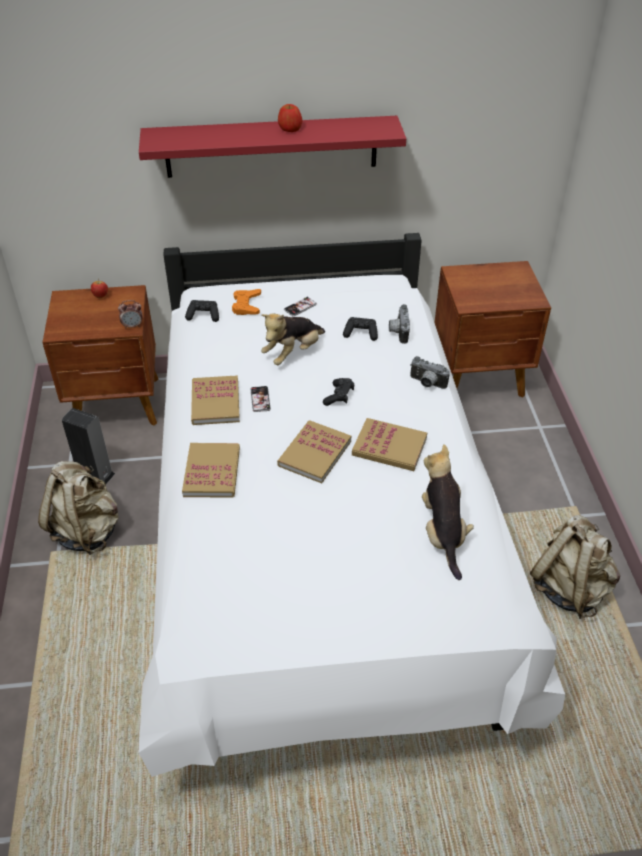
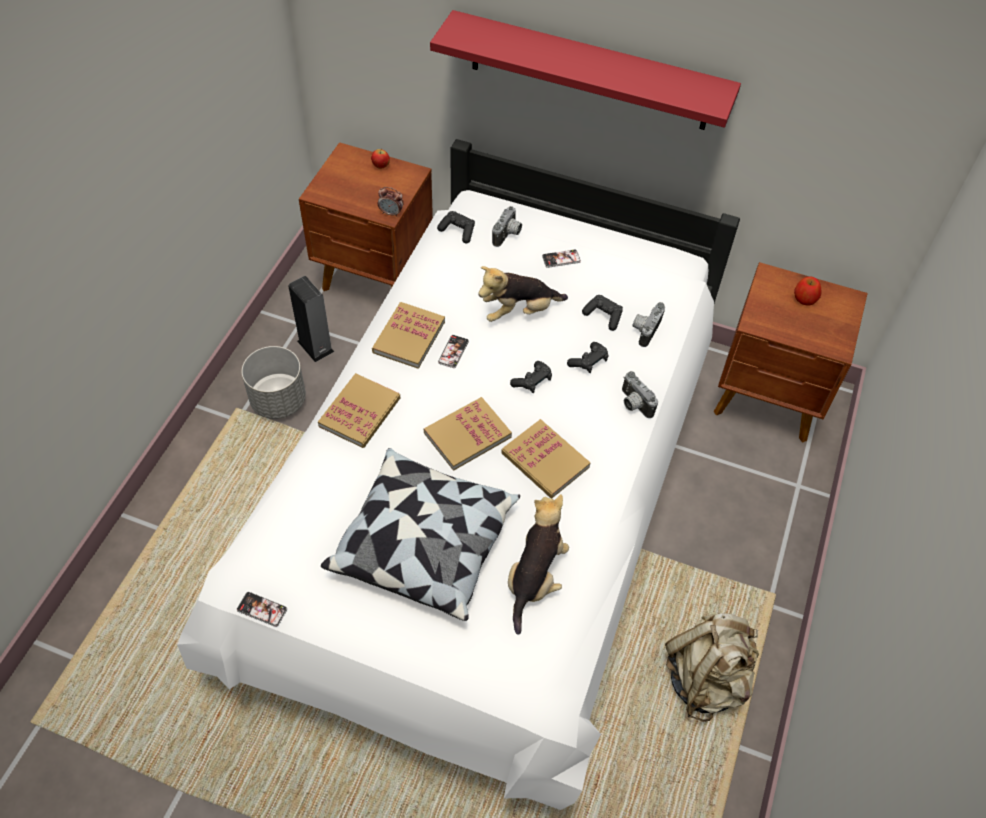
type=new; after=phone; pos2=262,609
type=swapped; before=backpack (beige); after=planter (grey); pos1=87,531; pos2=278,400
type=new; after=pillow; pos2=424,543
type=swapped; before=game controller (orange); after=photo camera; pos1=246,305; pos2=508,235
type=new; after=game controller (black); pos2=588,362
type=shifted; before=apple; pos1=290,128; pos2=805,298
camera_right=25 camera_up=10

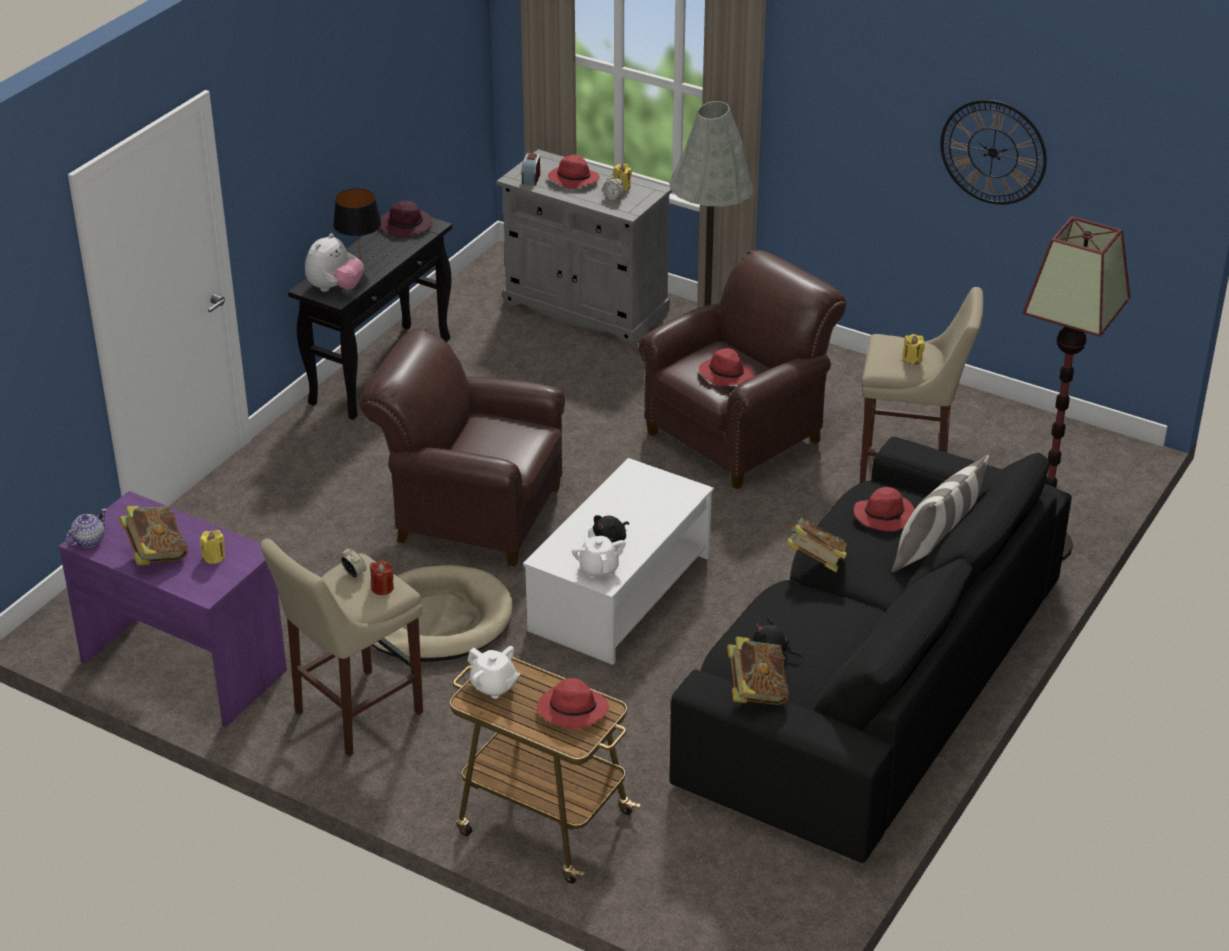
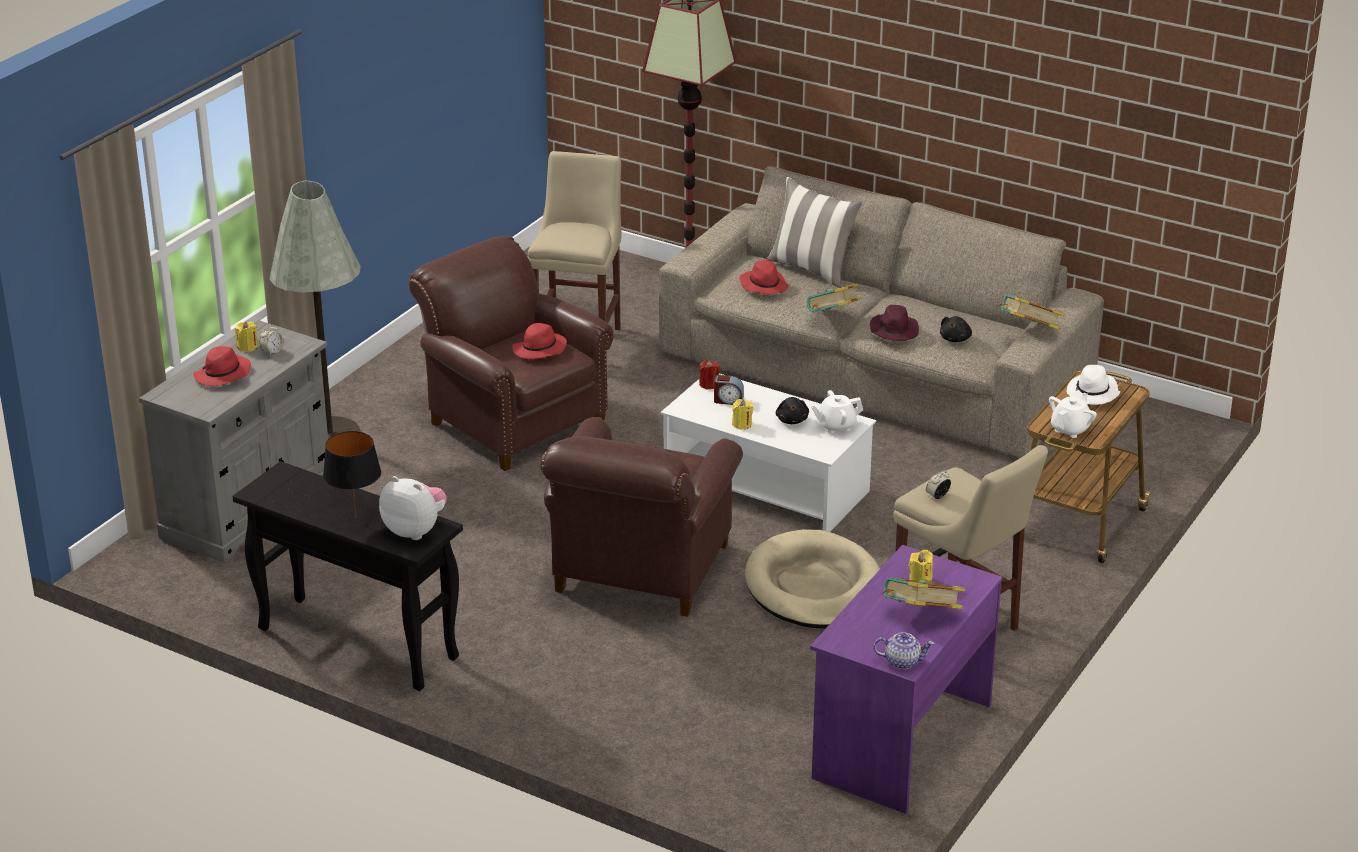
type=repainted; before=sofa (black); after=sofa (beige); pos1=870,679; pos2=872,372
type=shifted; before=candle (red); pos1=382,588; pos2=708,384
type=shifted; before=alarm clock; pos1=531,178; pos2=728,400
type=shifted; before=candle (yellow); pos1=912,359; pos2=742,424
type=rotated; before=plush toy (black); pos1=610,539; pos2=792,420; turn=45
type=shifted; before=hat (purple); pos1=407,226; pos2=894,330
type=rotated; before=teapot; pos1=89,540; pos2=902,661; turn=150
type=repainted; before=hat (red); after=hat (white); pos1=571,710; pos2=1093,393
type=gone; before=wall clock; pos1=993,152
camera_right=-90 camera_up=-5

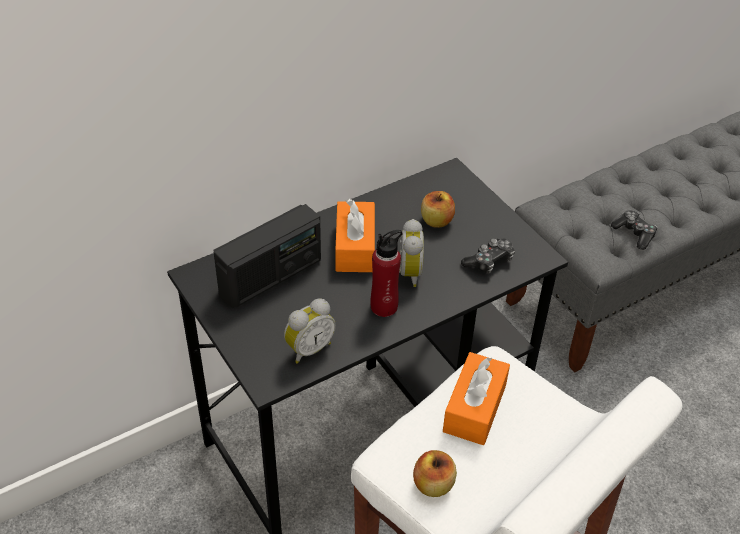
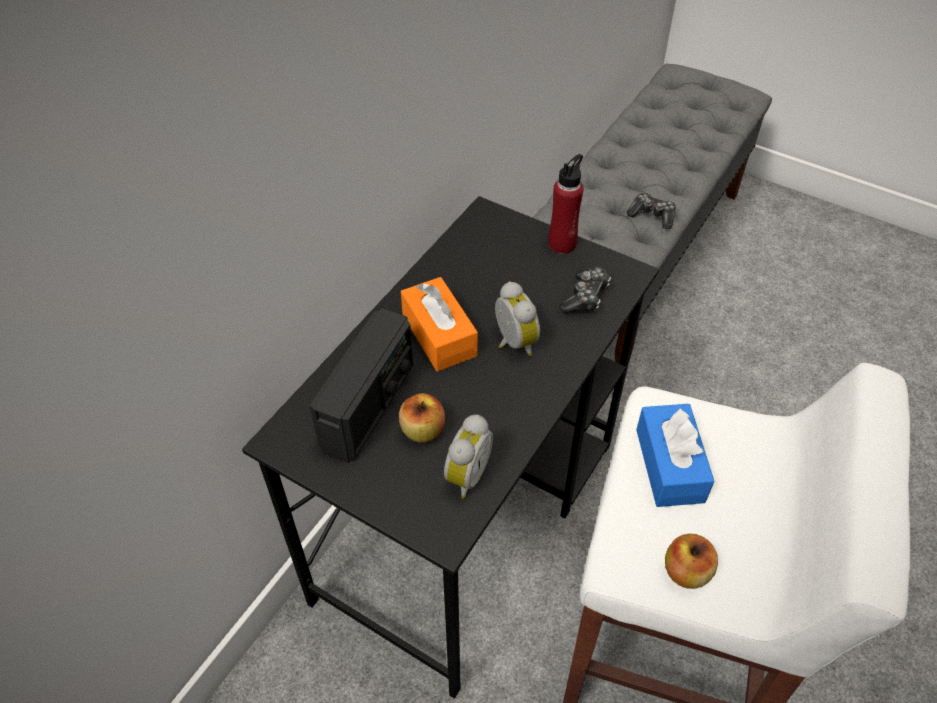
type=shifted; before=apple; pos1=436,221; pos2=422,430
type=shifted; before=bottle (red); pos1=384,306; pos2=562,244
type=repainted; before=tissue box (orange); after=tissue box (blue); pos1=474,408; pos2=669,465
camera_right=-25 camera_up=5

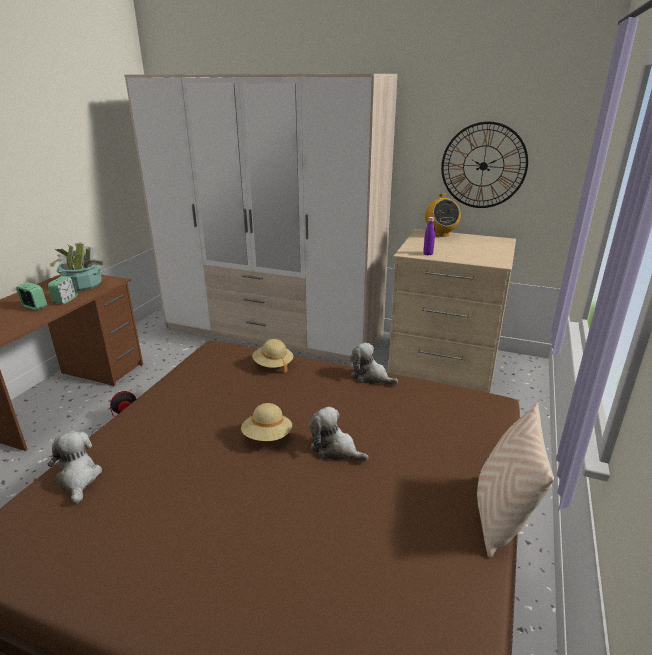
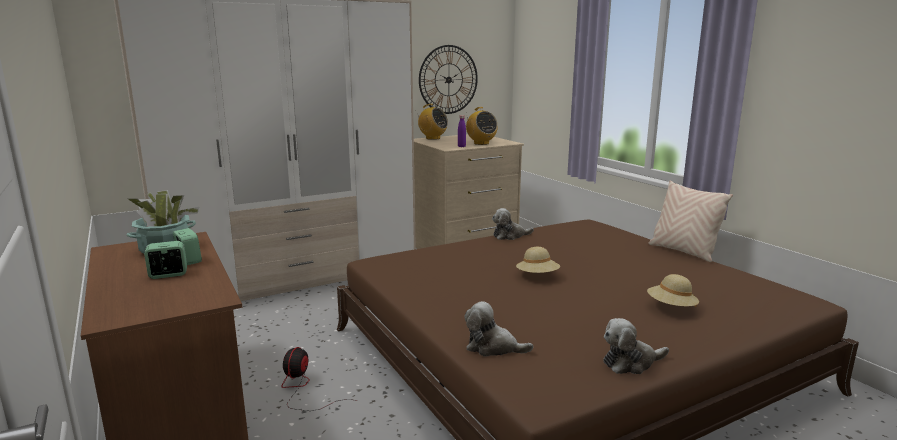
type=new; after=radio; pos2=481,143
type=shifted; before=plush toy; pos1=335,449; pos2=631,362
type=shifted; before=hat (beige); pos1=273,365; pos2=671,307
camera_right=-50 camera_up=-10

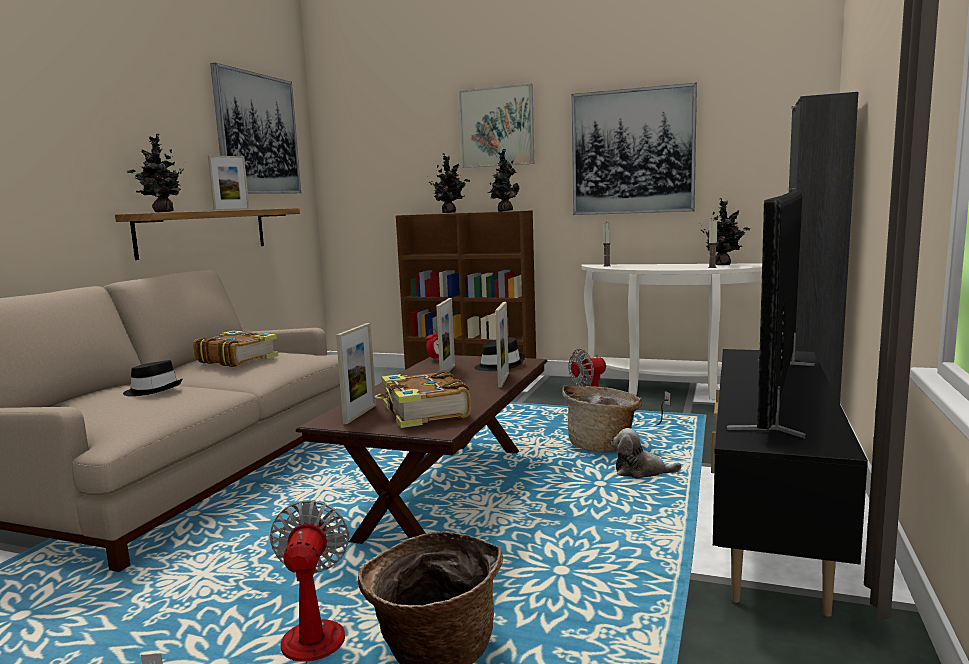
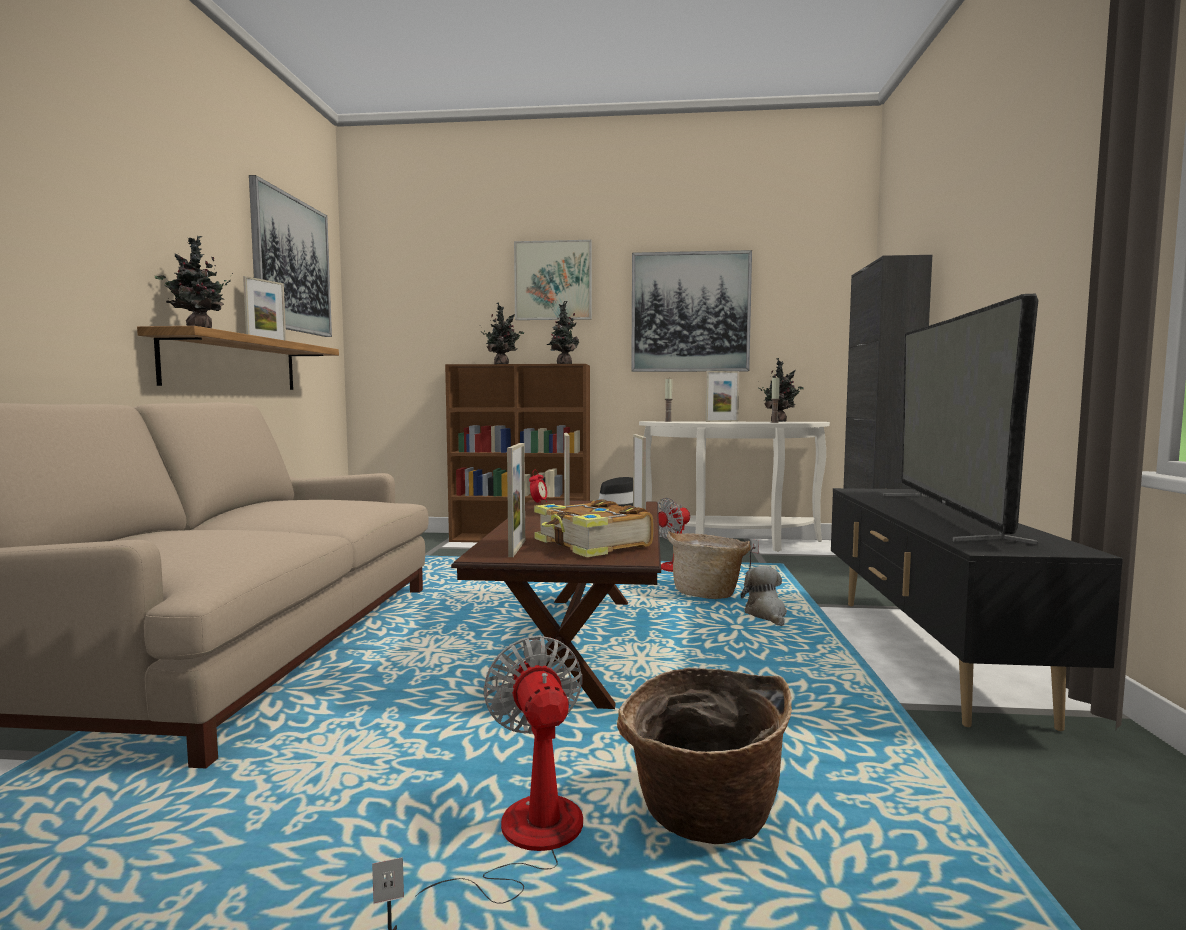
type=new; after=picture frame; pos2=722,421
type=rotated; before=plush toy; pos1=641,472; pos2=766,615; turn=90
type=gone; before=hat (black); pos1=153,390
type=gone; before=book; pos1=237,359
camera_right=-15 camera_up=-5

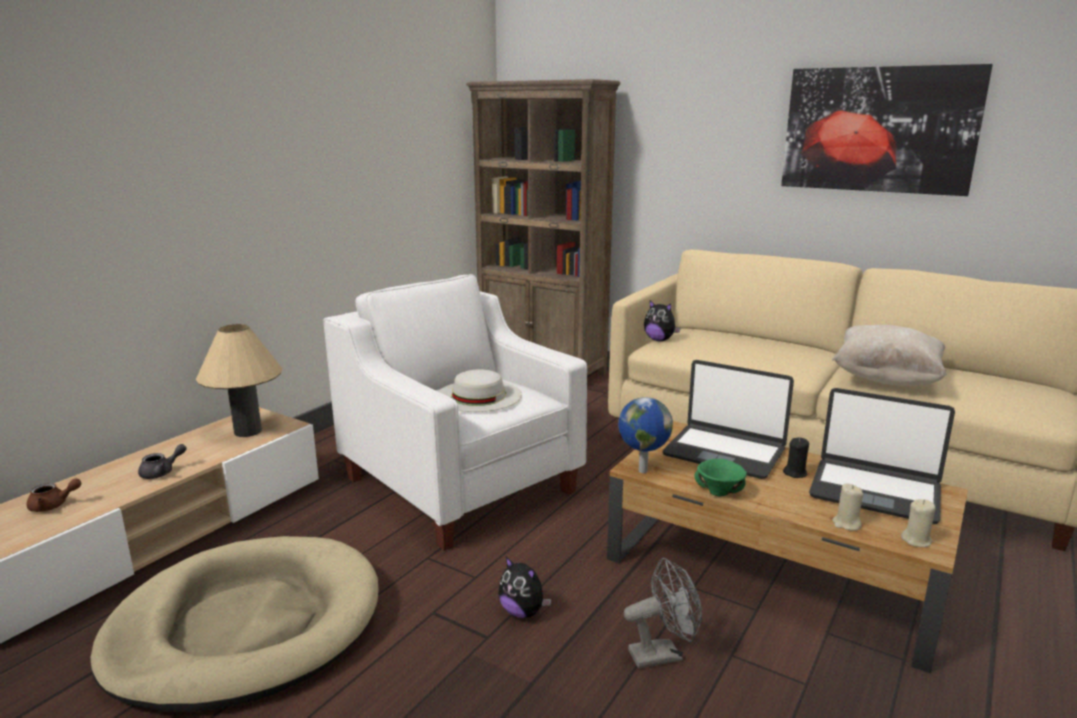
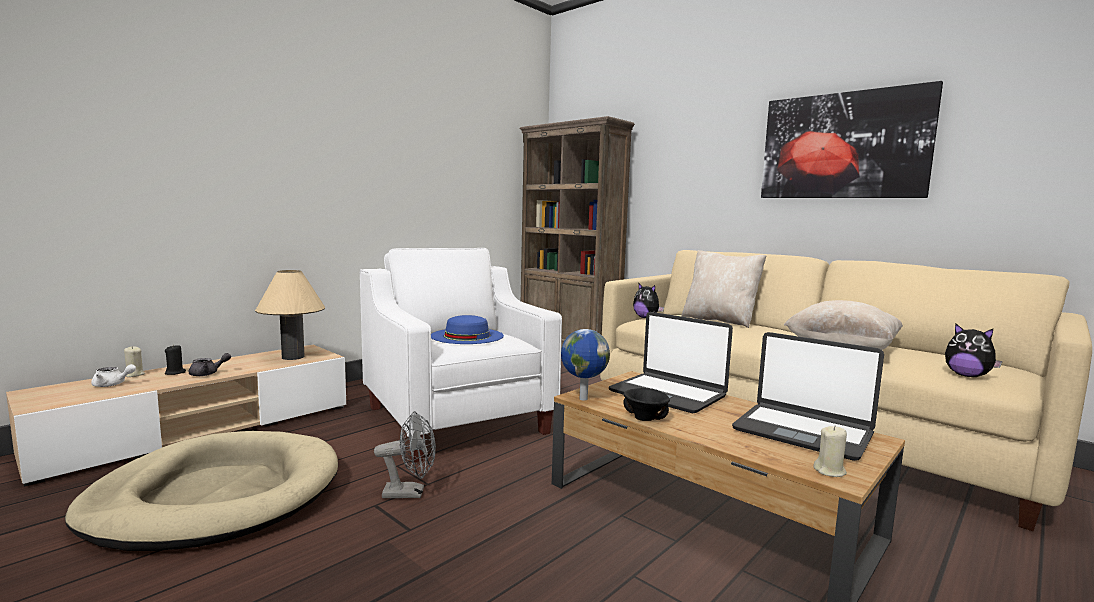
type=repainted; before=teapot (brown); after=teapot (white); pos1=53,505; pos2=112,384
type=shifted; before=candle (beige); pos1=846,524; pos2=134,375
type=shifted; before=candle (black); pos1=795,473; pos2=175,372
type=shifted; before=fan (grey); pos1=662,654; pos2=410,493
type=repainted; before=hat (white); after=hat (blue); pos1=478,395; pos2=467,336
type=repainted; before=bowl (green); after=bowl (black); pos1=718,493; pos2=643,419
type=new; after=pillow (beige); pos2=720,321
type=shifted; before=plush toy; pos1=523,612; pos2=967,376
camera_right=10 camera_up=-10

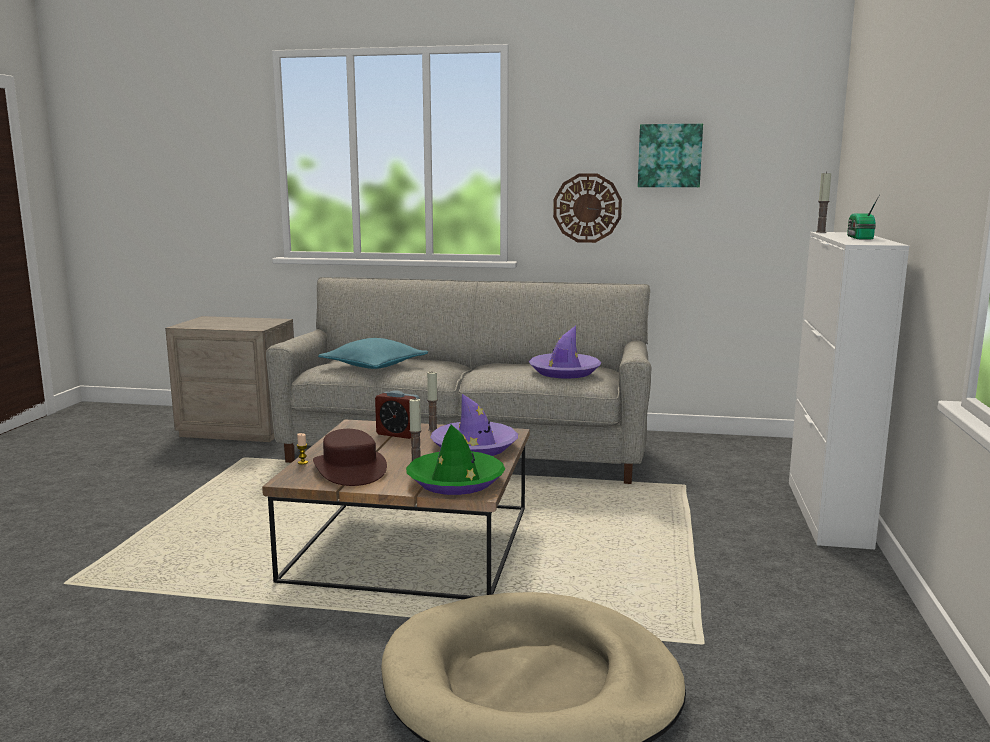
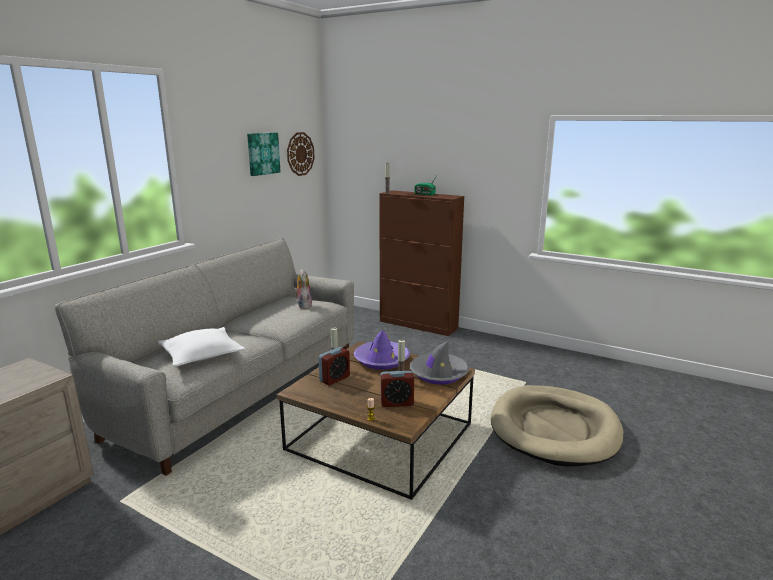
type=repainted; before=pillow (turquoise); after=pillow (white); pos1=374,366; pos2=202,355
type=shifted; before=wall clock; pos1=587,208; pos2=300,154
type=swapped; before=hat (purple); after=plush toy; pos1=564,372; pos2=303,305
type=repainted; before=cabinet (white); after=cabinet (brown); pos1=827,513; pos2=418,324
type=swapped; before=hat (brown); after=alarm clock; pos1=350,469; pos2=397,403
type=repainted; before=hat (green); after=hat (grey); pos1=455,481; pos2=438,374
camera_right=-70 camera_up=5

